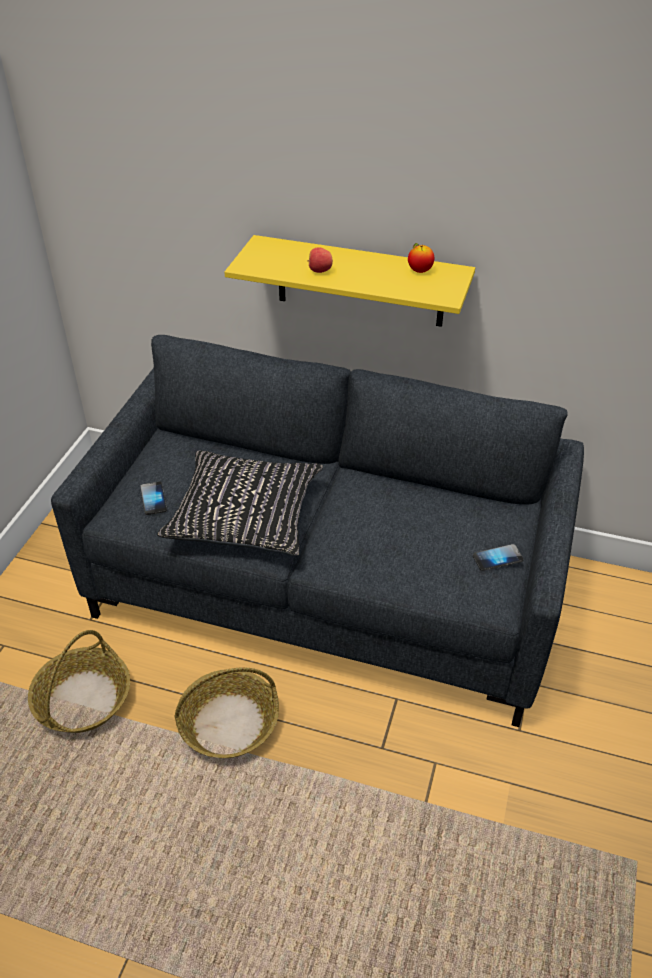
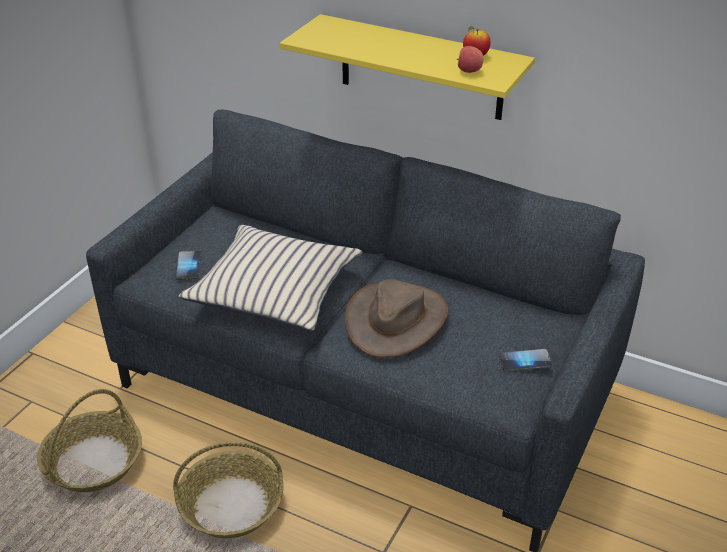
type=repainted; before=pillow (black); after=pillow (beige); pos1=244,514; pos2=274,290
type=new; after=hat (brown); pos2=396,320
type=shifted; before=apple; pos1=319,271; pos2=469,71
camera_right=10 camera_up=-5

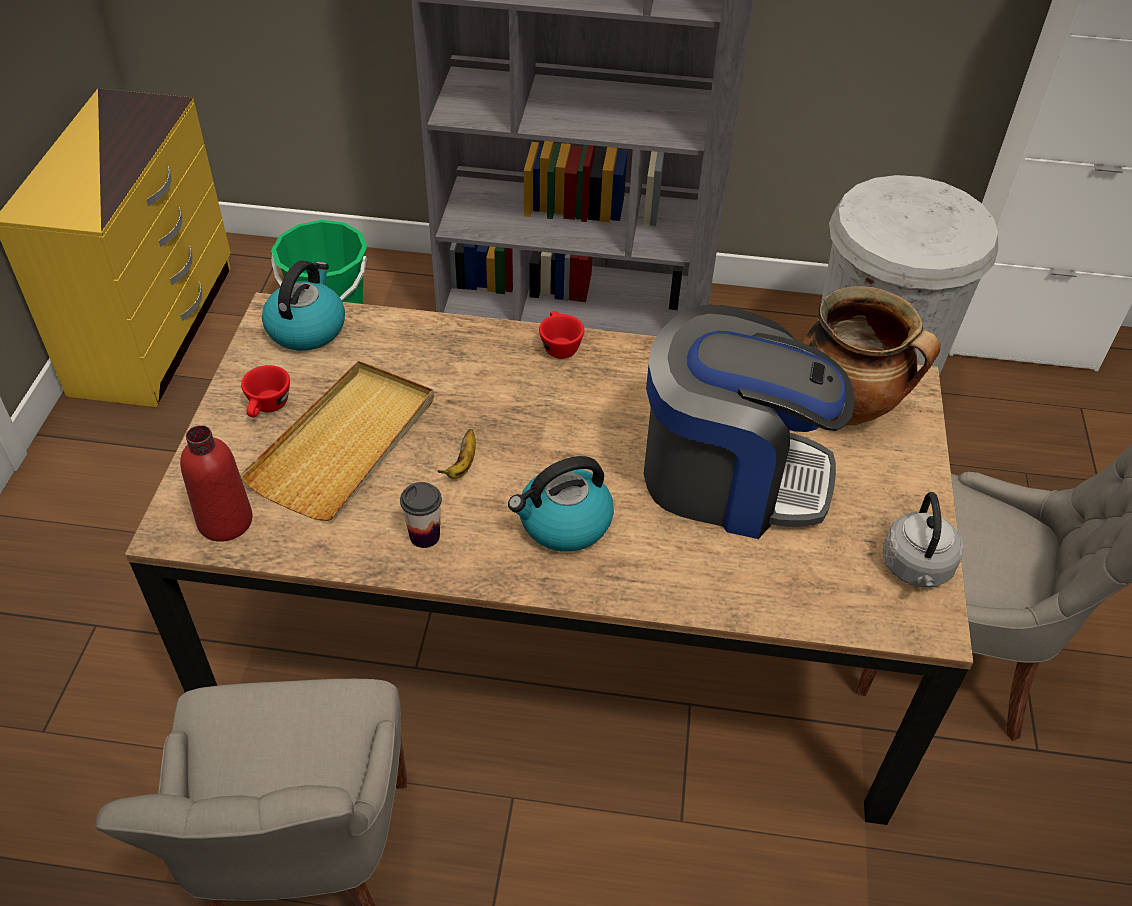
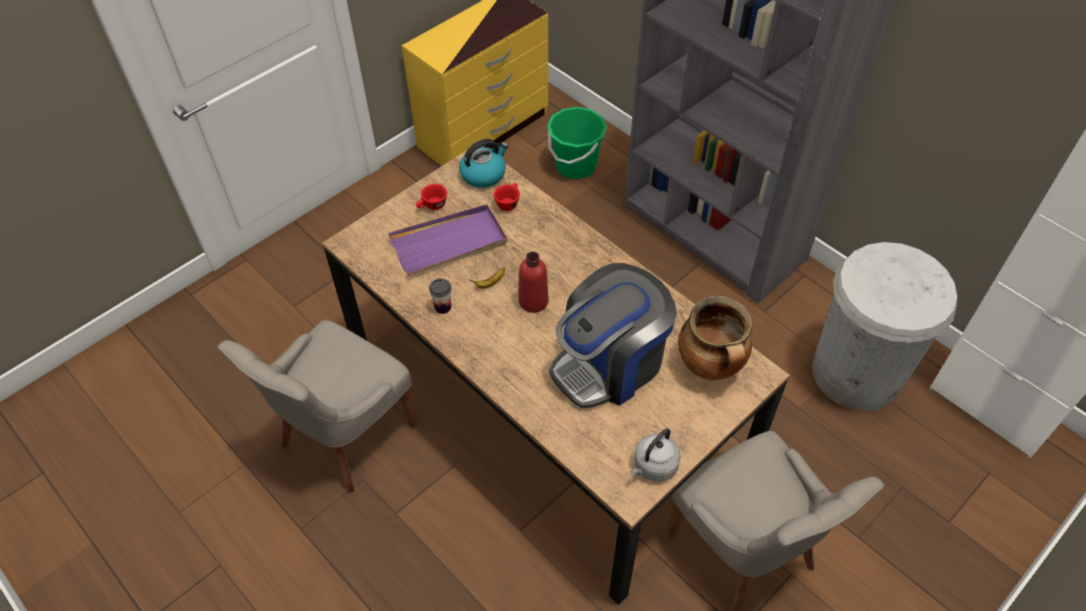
type=repainted; before=tray (beige); after=tray (purple); pos1=345,443; pos2=449,243
type=shifted; before=cup (red); pos1=558,345; pos2=508,202
type=shifted; before=bottle (red); pos1=225,521; pos2=533,301
type=rotated; before=coffee machine; pos1=730,476; pos2=609,364; turn=90
type=gone; before=kettle; pos1=563,523
camera_right=40 camera_up=5

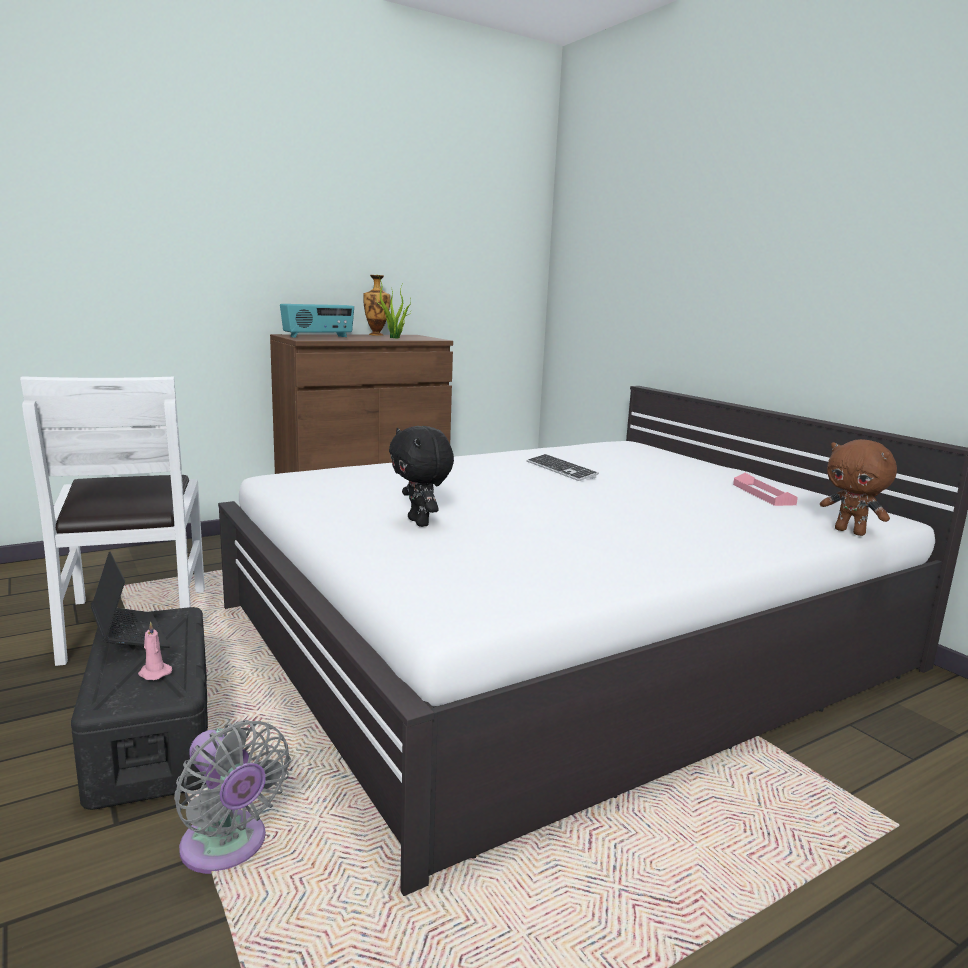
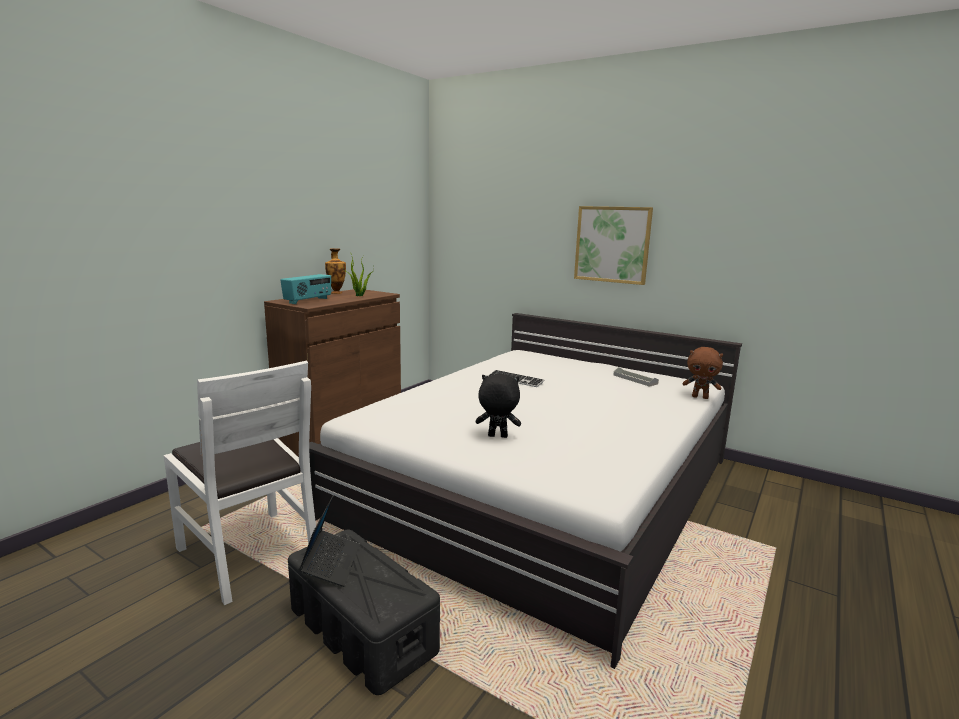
type=rotated; before=laptop; pos1=129,636; pos2=331,564; turn=60
type=rotated; before=plush toy (black); pos1=420,522; pos2=497,437; turn=150
type=new; after=picture; pos2=612,244
type=repainted; before=tray (pink); after=tray (grey); pos1=763,494; pos2=635,379
type=gone; before=candle (pink); pos1=154,673
type=gone; before=fan (grey); pos1=227,848
camera_right=-25 camera_up=0

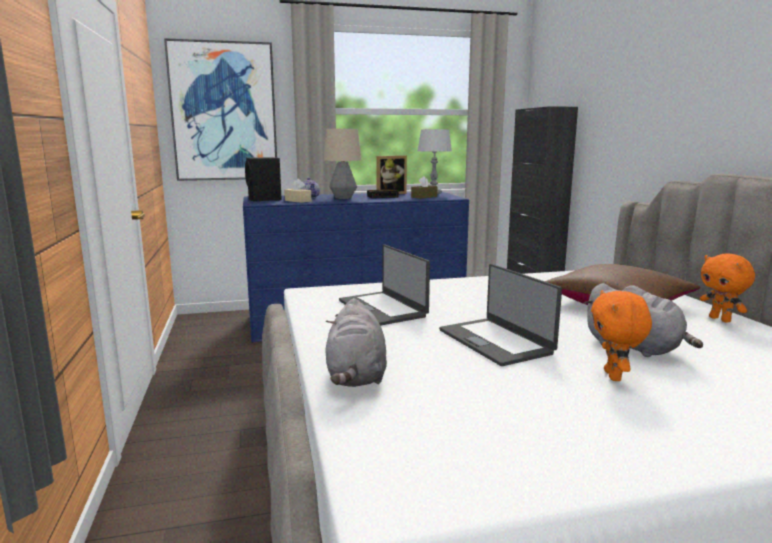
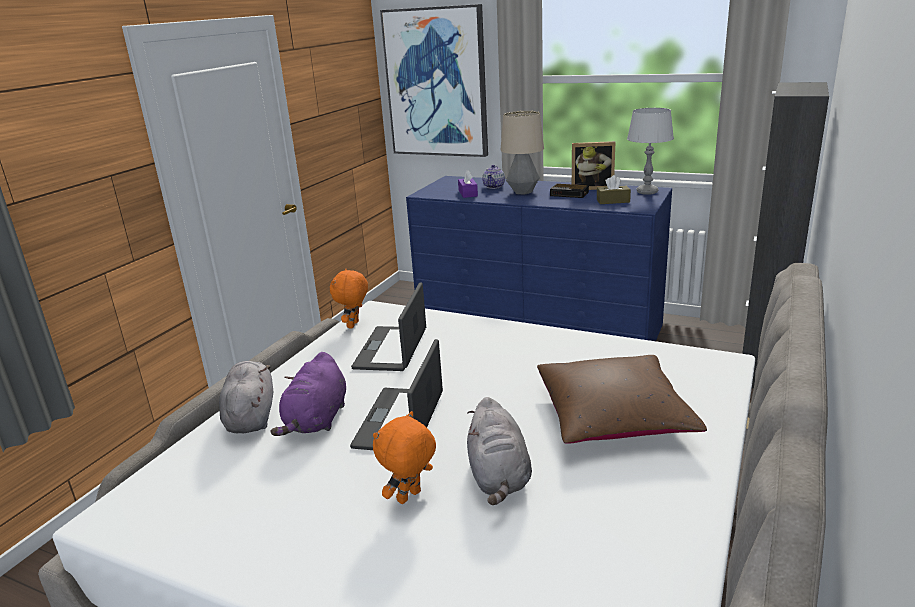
type=rotated; before=plush toy (grey); pos1=356,376; pos2=251,416; turn=135
type=new; after=plush toy (purple); pos2=316,420
type=shifted; before=plush toy (orange); pos1=720,319; pos2=354,325
type=repainted; before=tissue box (beige); after=tissue box (purple); pos1=298,201; pos2=468,193
type=gone; before=speaker (black); pos1=264,199
camera_right=40 camera_up=10

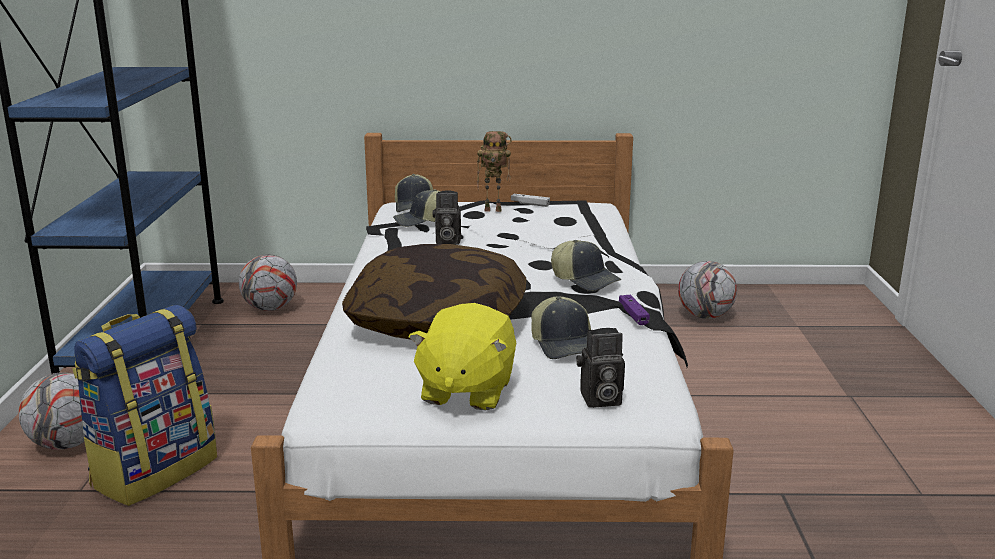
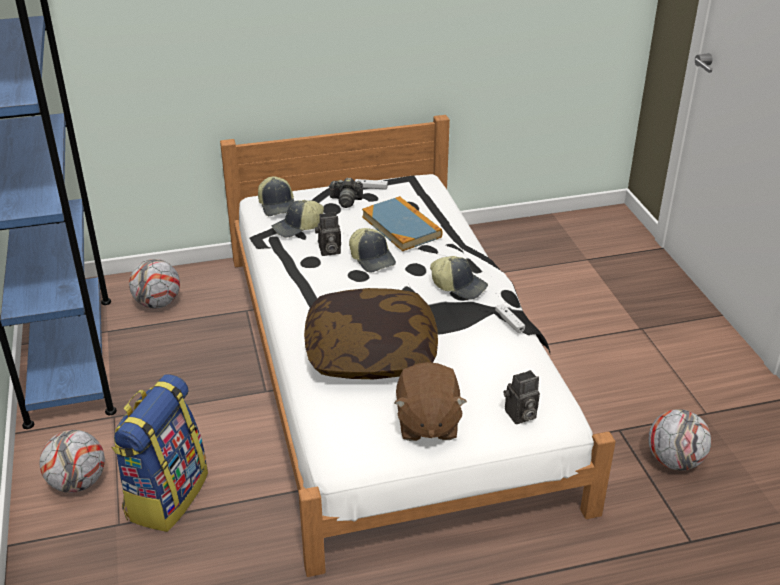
type=swapped; before=toy robot; after=photo camera; pos1=494,210; pos2=346,201
type=shifted; before=cap; pos1=564,344; pos2=372,259
type=new; after=book; pos2=401,227
type=repainted; before=plush toy (yellow); after=plush toy (brown); pos1=466,391; pos2=427,423
type=repainted; before=game controller (purple); after=game controller (white); pos1=633,315; pos2=509,322
type=shifted; before=football; pos1=705,316; pos2=674,461
camera_right=-15 camera_up=15

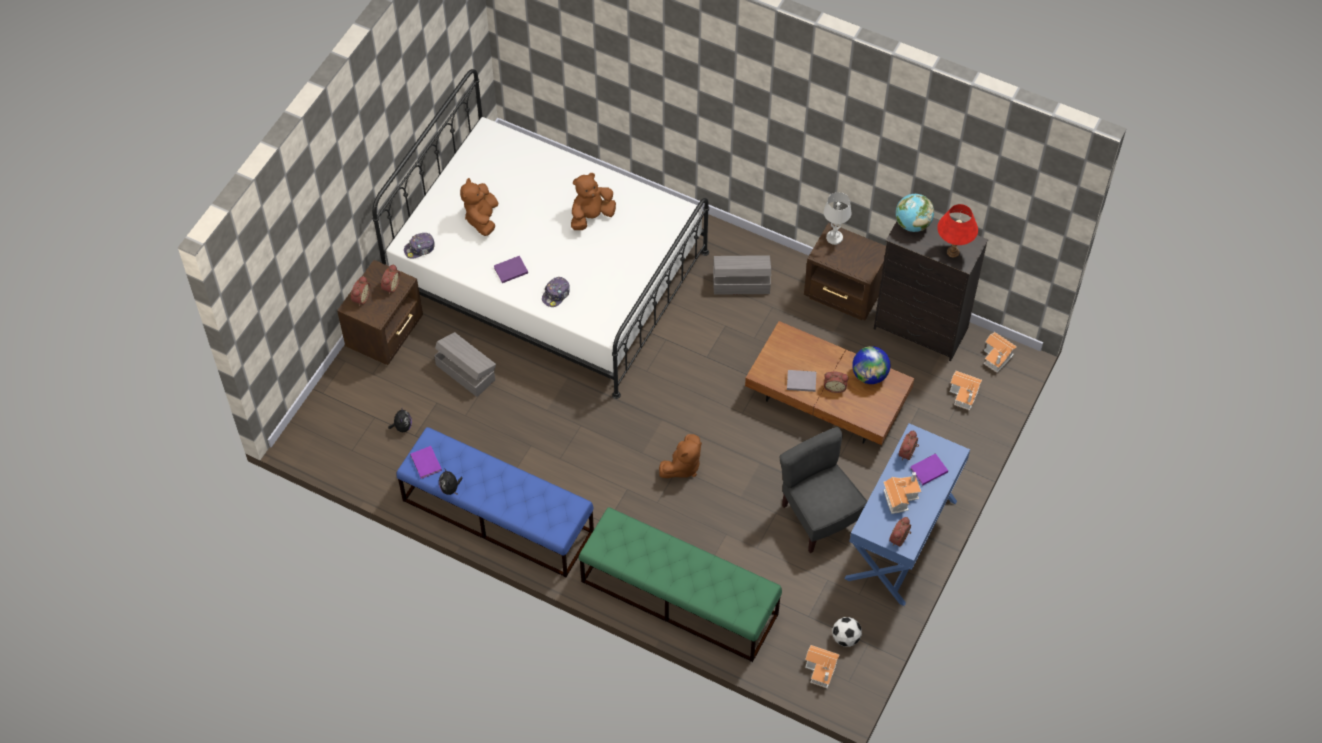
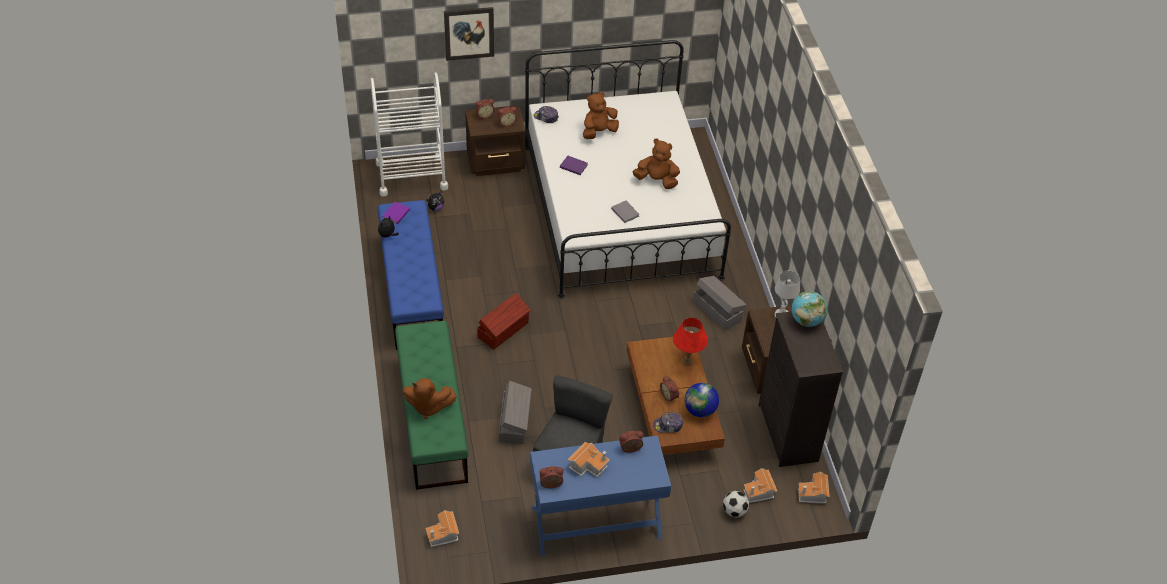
type=new; after=cart (white); pos2=411,175
type=shifted; before=plush toy (brown); pos1=682,466; pos2=428,406
type=new; after=picture; pos2=469,33
type=new; after=storage box (brown); pos2=504,330
type=shifted; before=storage box (grey); pos1=465,371; pos2=514,422
type=shifted; before=book (grey); pos1=800,381; pos2=625,212
type=shifted; before=cap; pos1=556,294; pos2=668,426
type=shifted; before=table lamp (red); pos1=952,252; pos2=687,361
type=shifted; before=football; pos1=845,638; pos2=734,511
type=gone; before=book (purple); pos1=927,470
camera_right=50 camera_up=-10

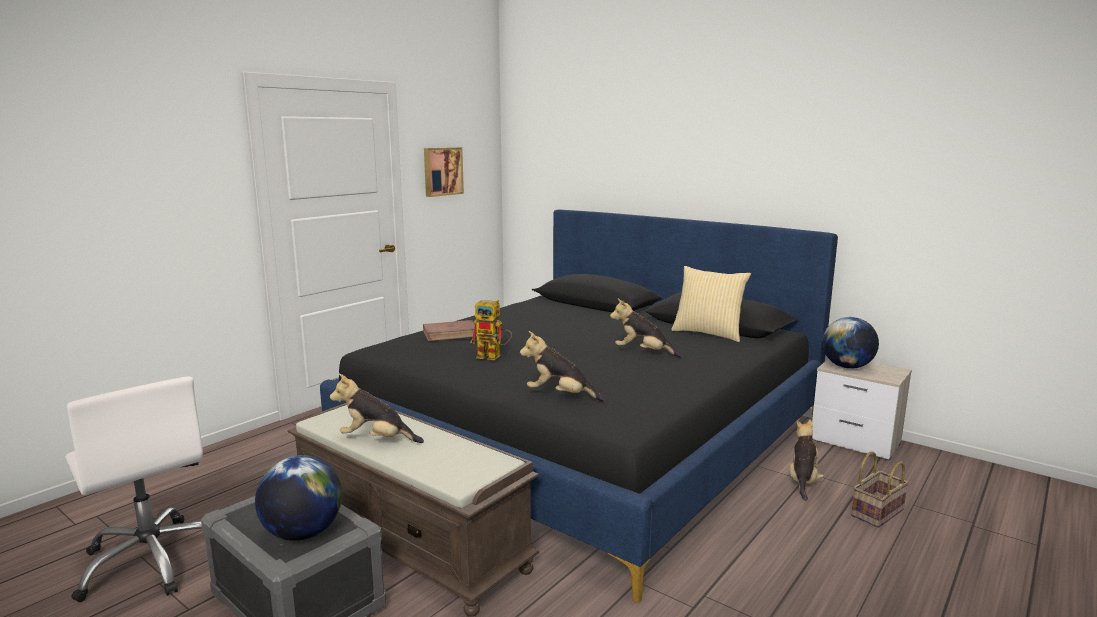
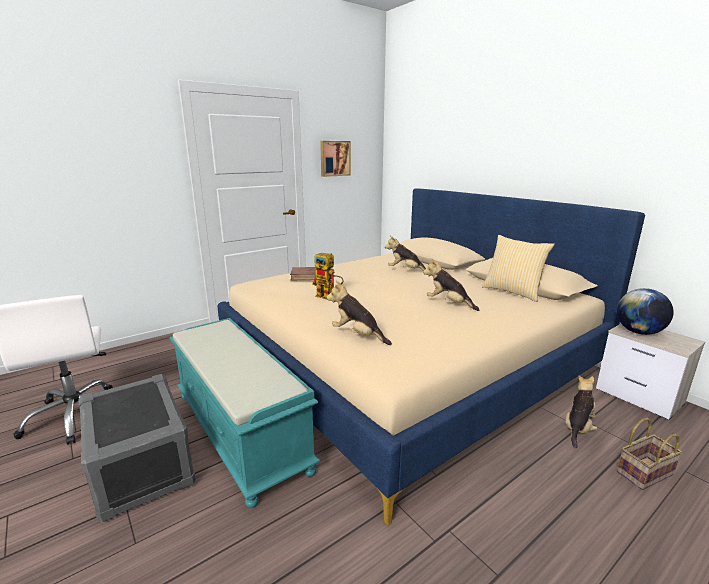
type=repainted; before=bench (brown); after=bench (turquoise); pos1=412,541; pos2=242,430
type=repainted; before=bed (black); after=bed (beige); pos1=586,437; pos2=406,362
type=shifted; before=plush toy; pos1=377,440; pos2=405,270
type=gone; before=globe; pos1=303,533
camera_right=15 camera_up=5

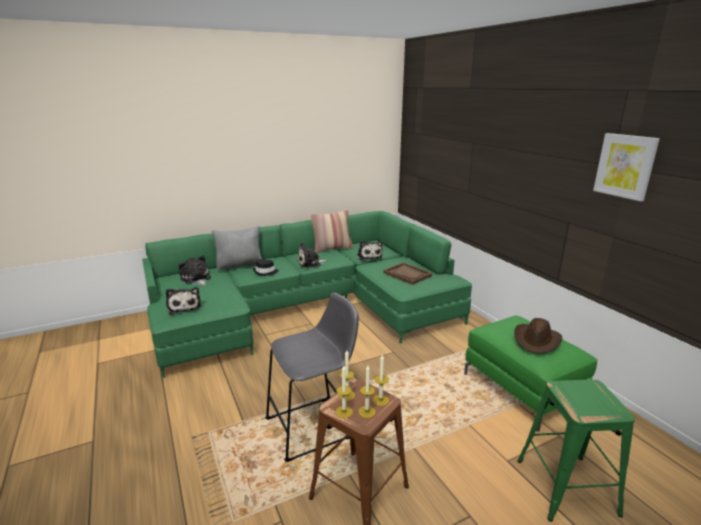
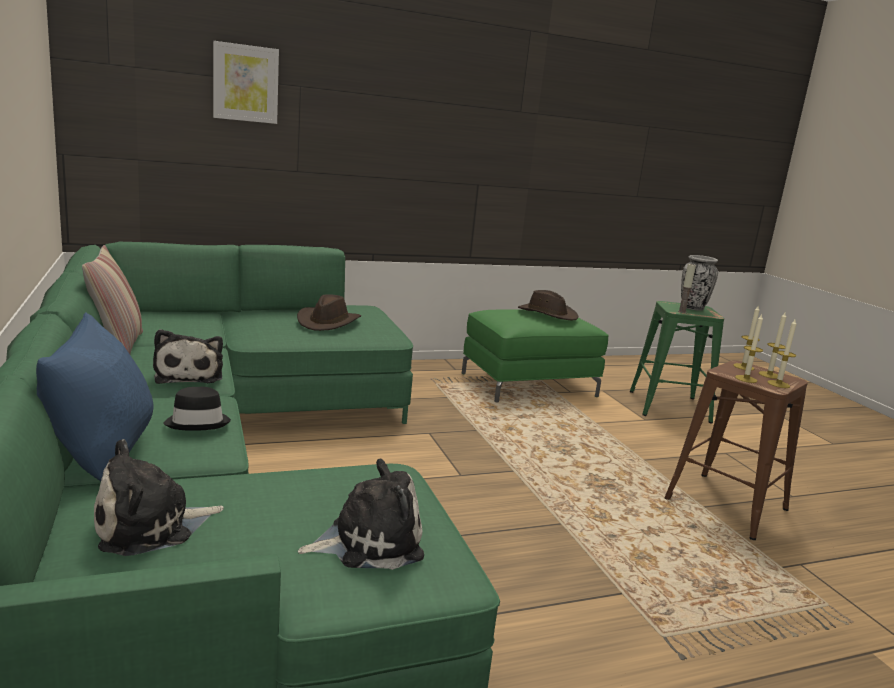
type=repainted; before=pillow (grey); after=pillow (blue); pos1=240,265; pos2=102,452
type=shifted; before=picture; pos1=625,166; pos2=245,83
type=swapped; before=tray (brown); after=hat (brown); pos1=407,274; pos2=328,322
type=new; after=candle; pos2=682,311
type=new; after=vase; pos2=692,308
type=gone; before=stool (grey); pos1=315,427
type=gone; before=plush toy; pos1=369,256
camera_right=-85 camera_up=-5

